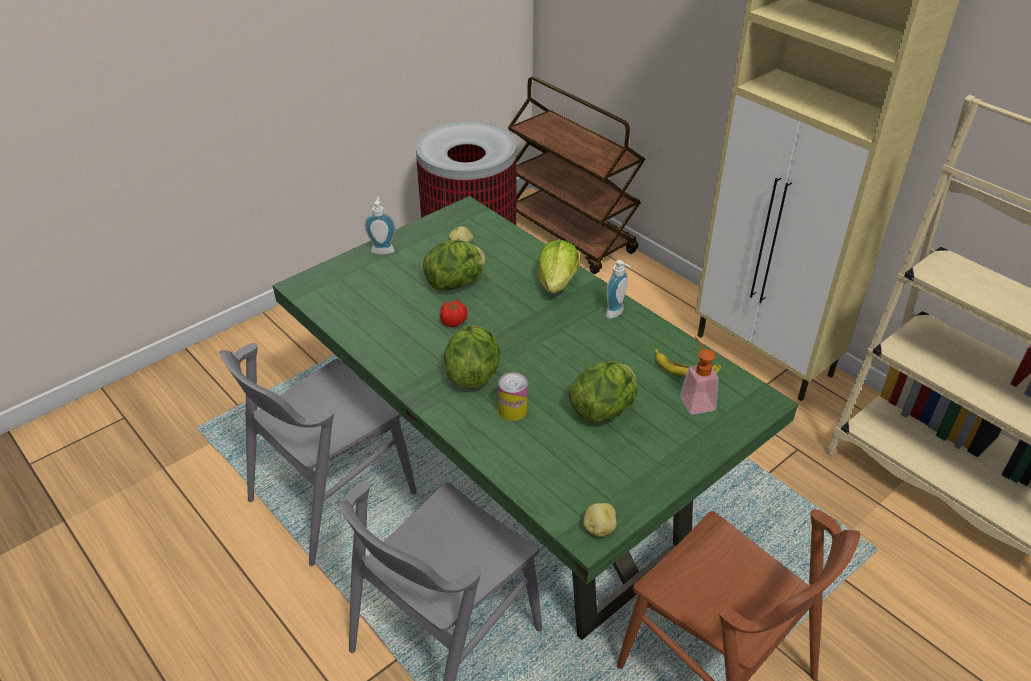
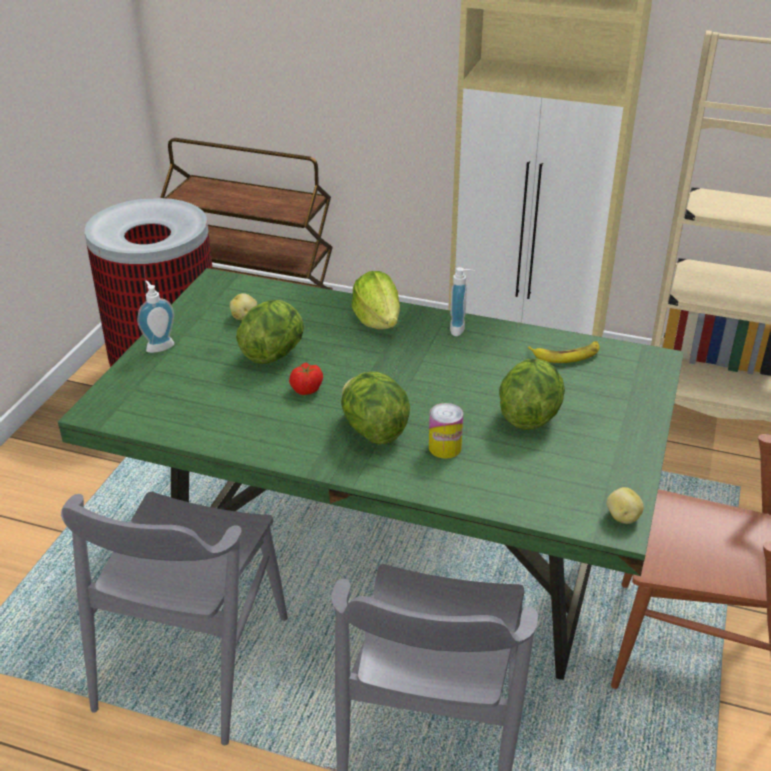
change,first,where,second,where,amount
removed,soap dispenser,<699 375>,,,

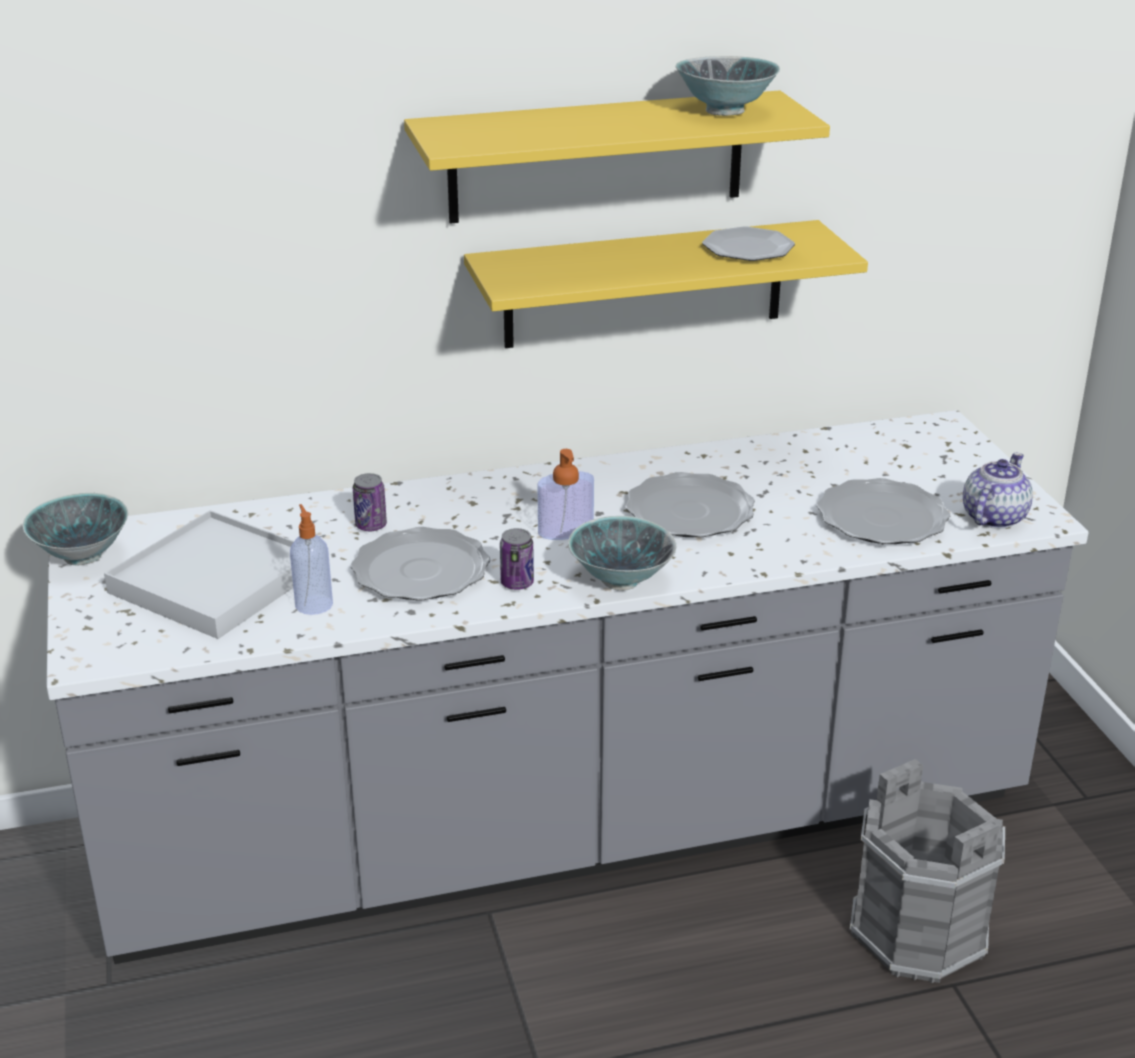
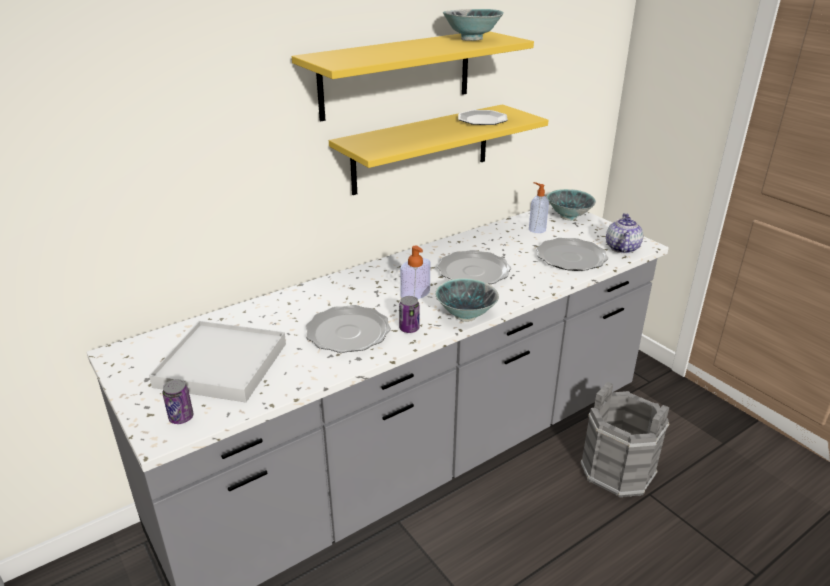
change,first,where,second,where,amount
moved,can,<370 502>,,<178 401>,
moved,soap dispenser,<311 559>,,<539 207>,
moved,bowl,<75 529>,,<571 204>,

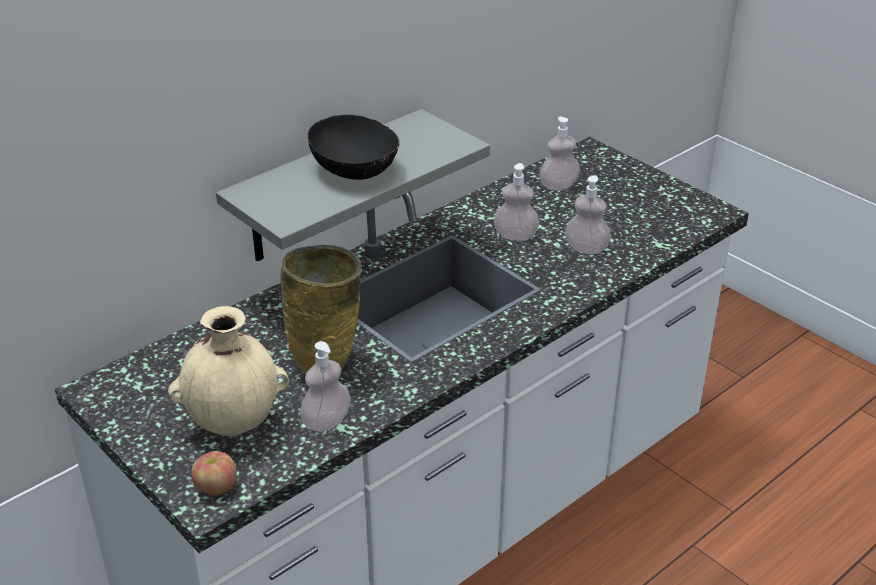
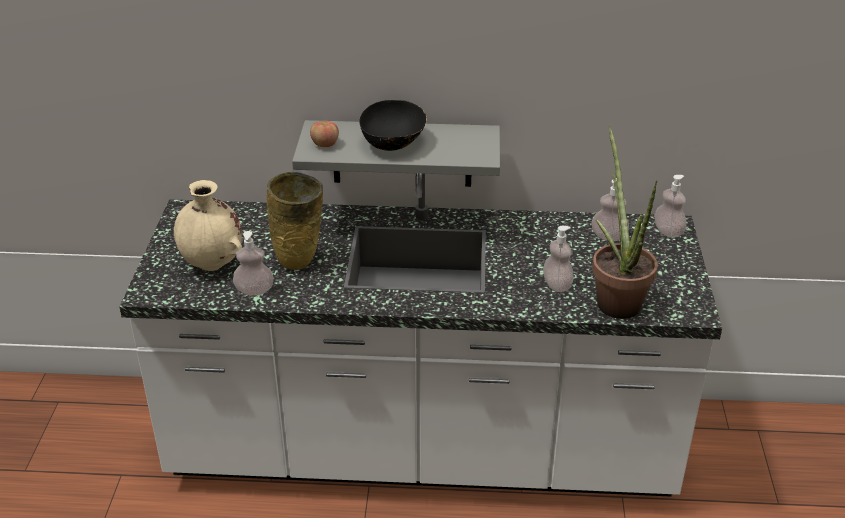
change,first,where,second,where,amount
moved,apple,<214 473>,,<324 134>,
added,,,potted plant,<625 222>,
moved,soap dispenser,<516 202>,,<670 206>,

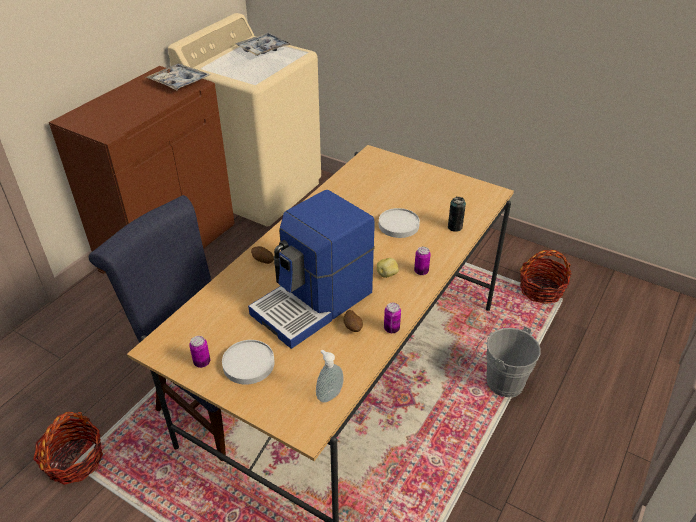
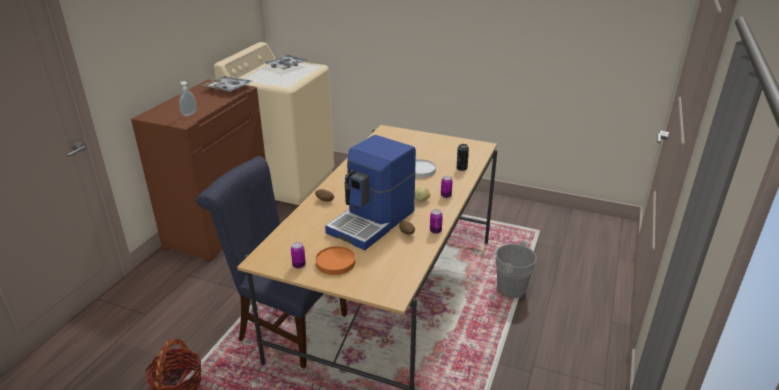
change,first,where,second,where,amount
moved,soap dispenser,<330 376>,,<188 98>,
recoloured,plate (white),<248 362>,plate (orange),<335 260>,
removed,basket,<545 277>,,,

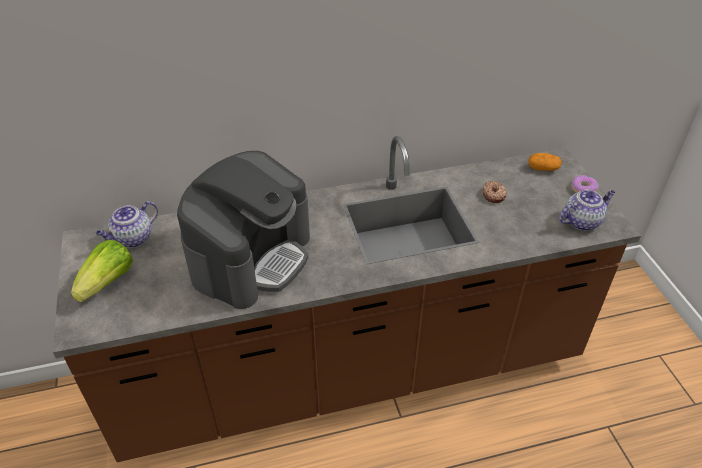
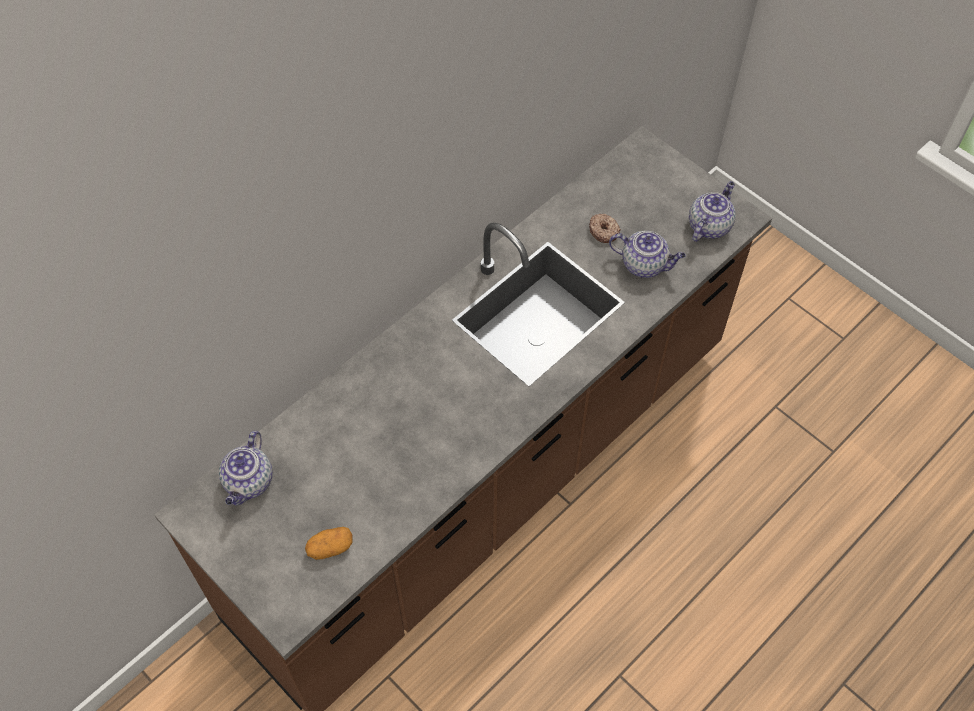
change,first,where,second,where,amount
moved,potato,<545 162>,,<329 543>,
added,,,teapot,<647 254>,
removed,lettuce,<102 271>,,,
removed,coffee machine,<243 230>,,,
removed,donut,<585 184>,,,

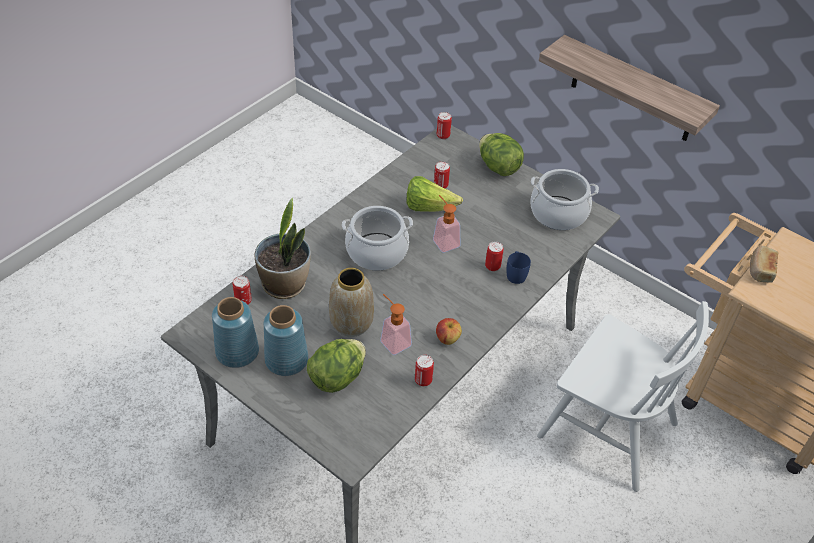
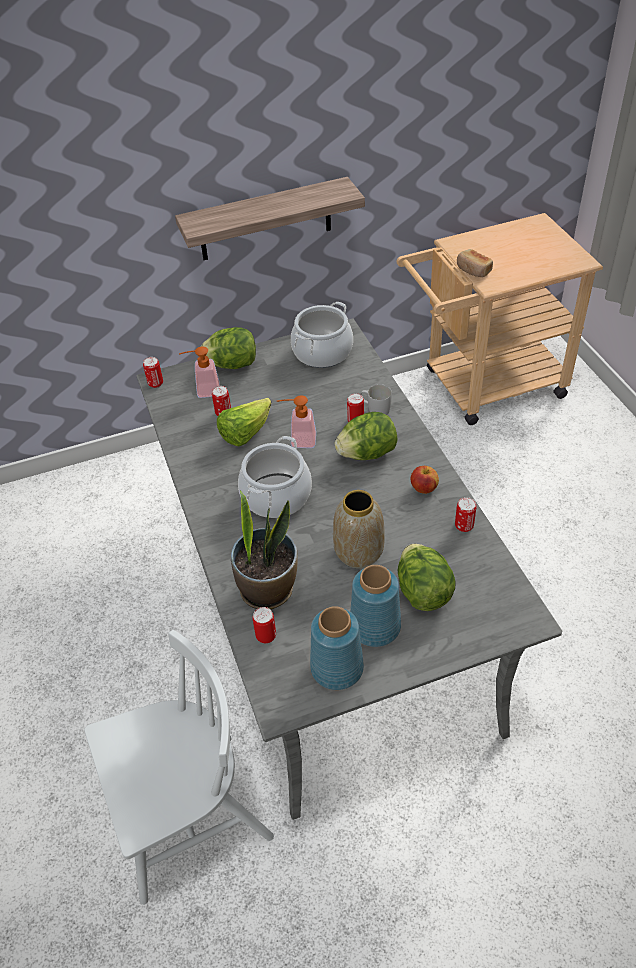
change,first,where,second,where,amount
moved,chair (white),<623 396>,,<179 767>,
moved,soap dispenser,<396 324>,,<199 372>,
added,,,lettuce,<366 436>,
recoloured,mug (blue),<519 267>,mug (white),<376 399>,

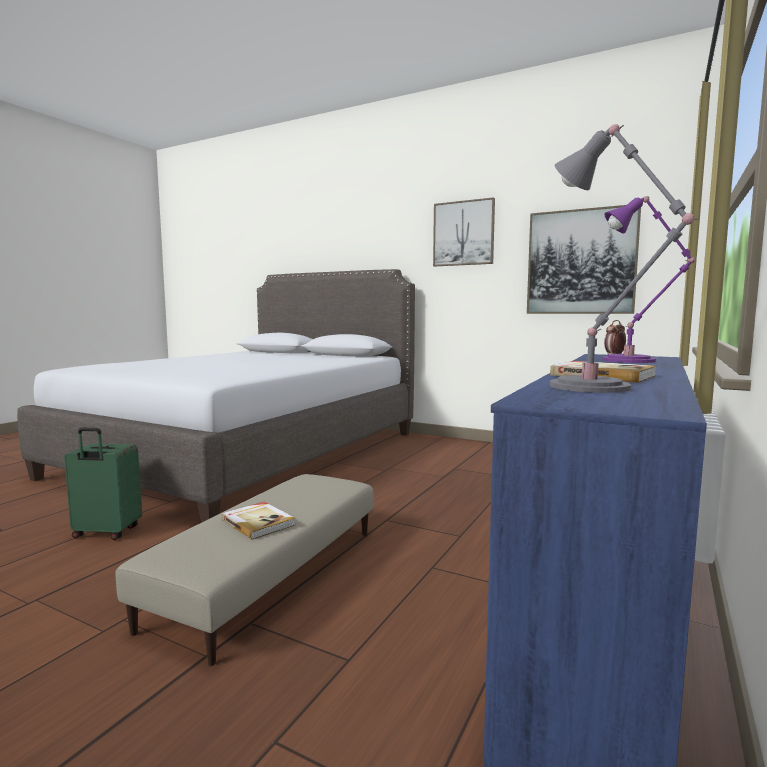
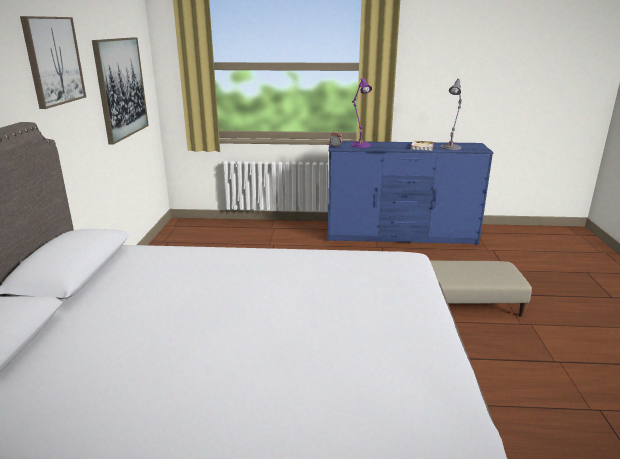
change,first,where,second,where,amount
removed,suitcase (green),<103 484>,,,
removed,book,<258 521>,,,

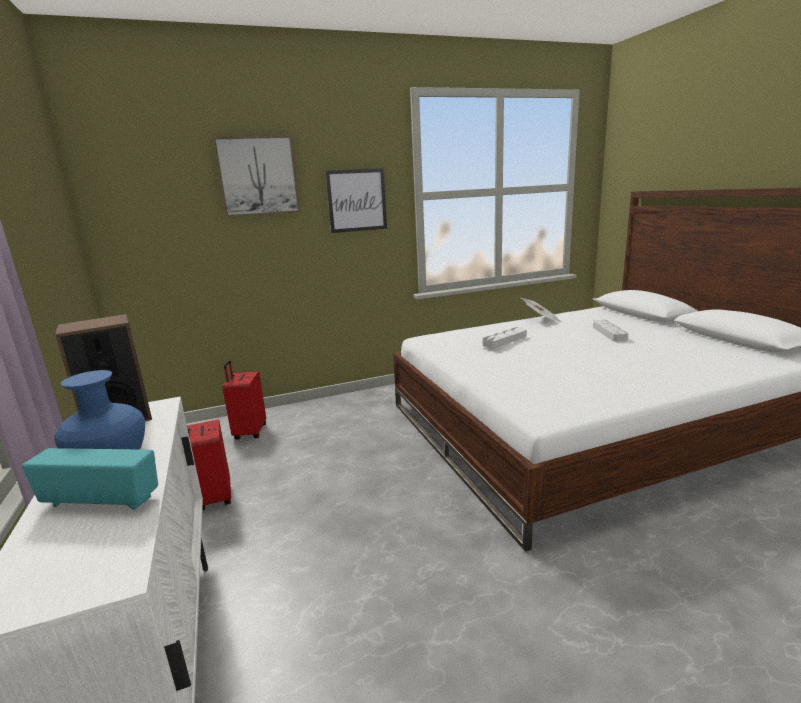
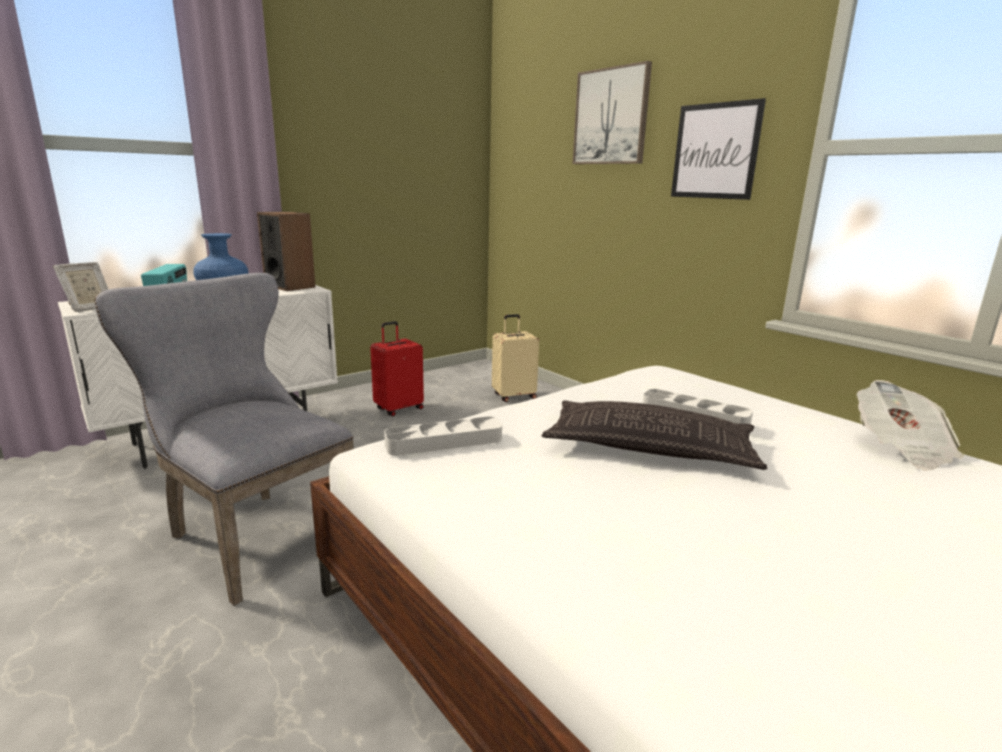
change,first,where,second,where,amount
added,,,picture frame,<80 287>,
added,,,chair (grey),<224 439>,
moved,tray (grey),<610 331>,,<443 436>,
recoloured,suitcase (red),<244 399>,suitcase (beige),<515 358>,
added,,,pillow,<654 435>,

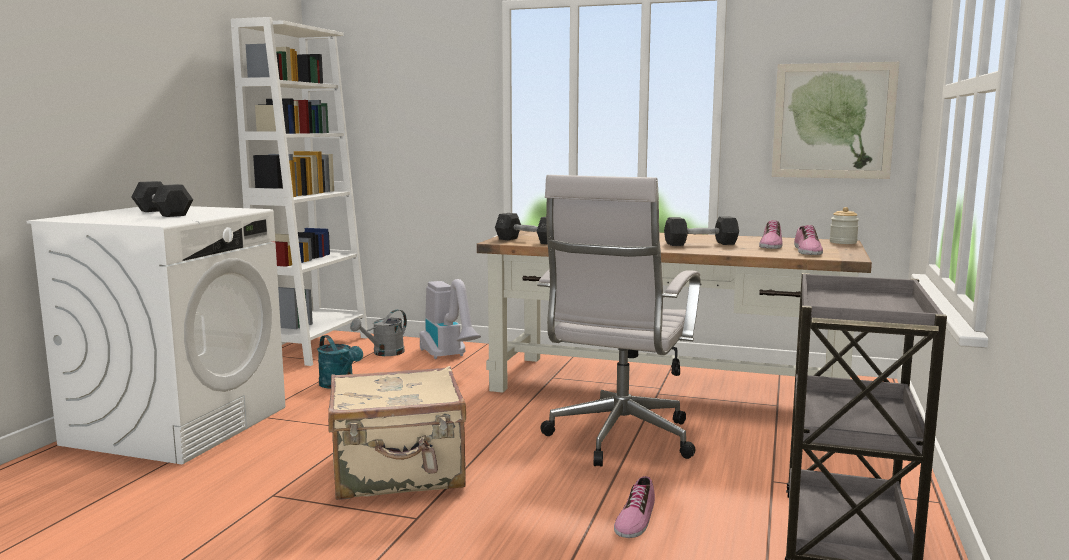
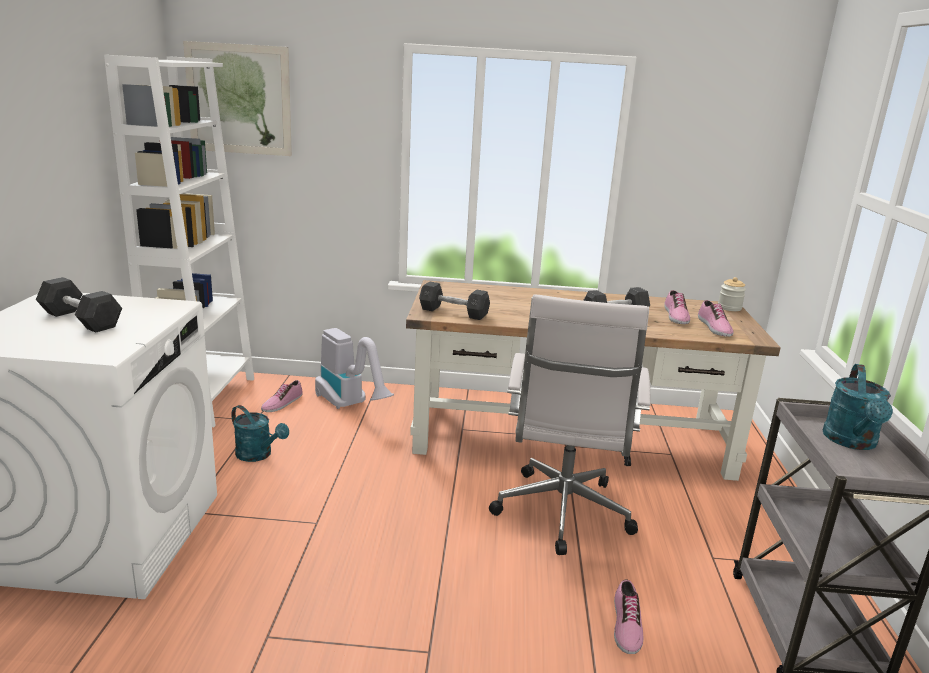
change,first,where,second,where,amount
moved,picture,<835 120>,,<237 98>,
replaced,watering can (grey),<378 333>,shoe,<281 396>,
added,,,watering can (turquoise),<858 407>,
removed,suitcase (beige),<397 433>,,,

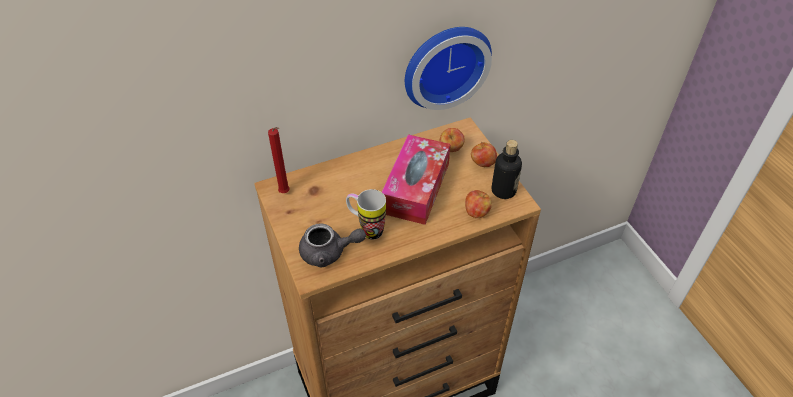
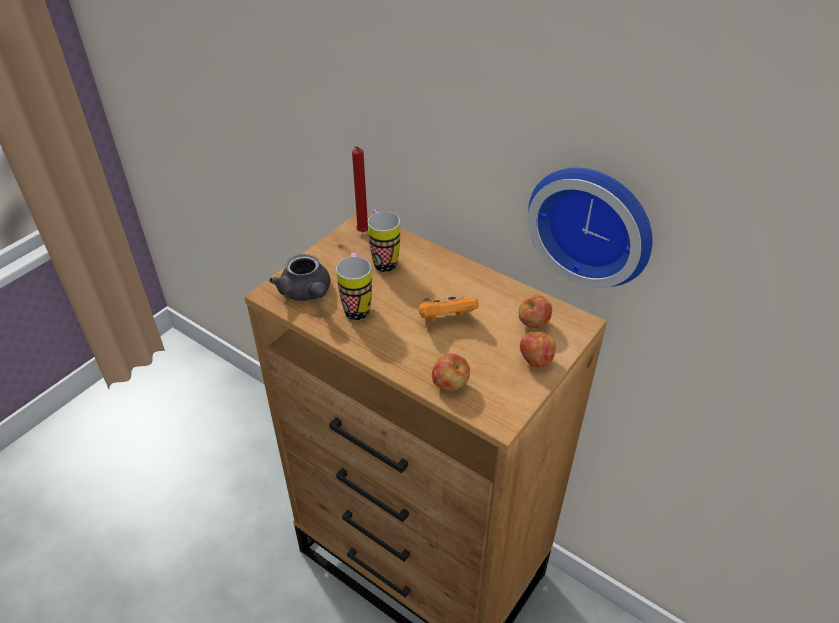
change,first,where,second,where,amount
added,,,mug,<384 240>,
replaced,tissue box,<416 179>,game controller (orange),<449 309>,
removed,bottle,<507 169>,,,

